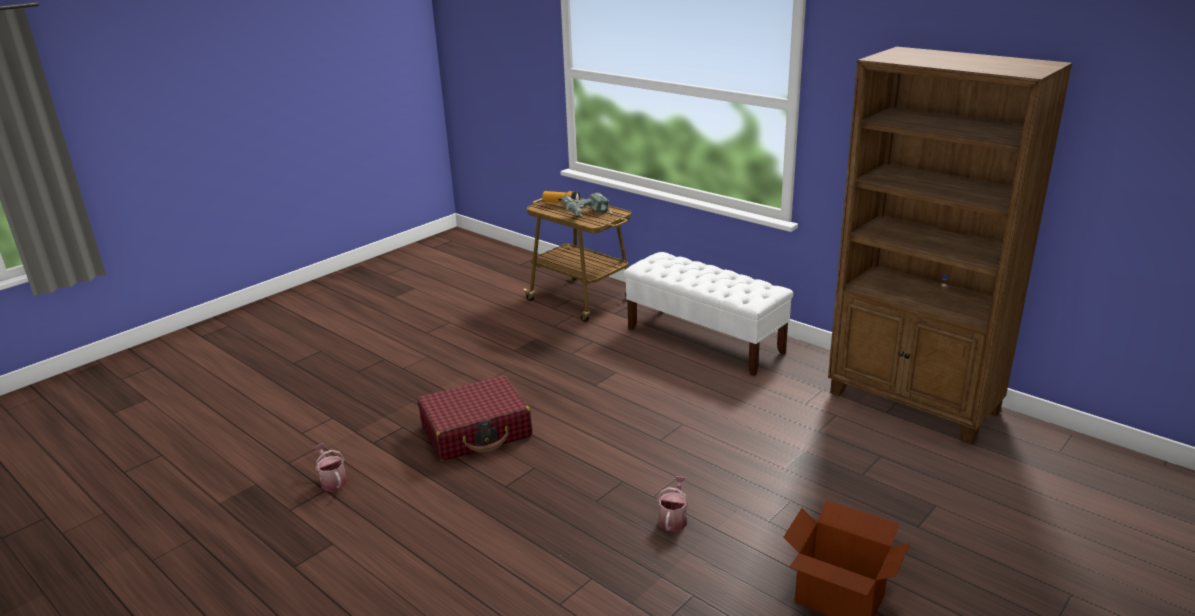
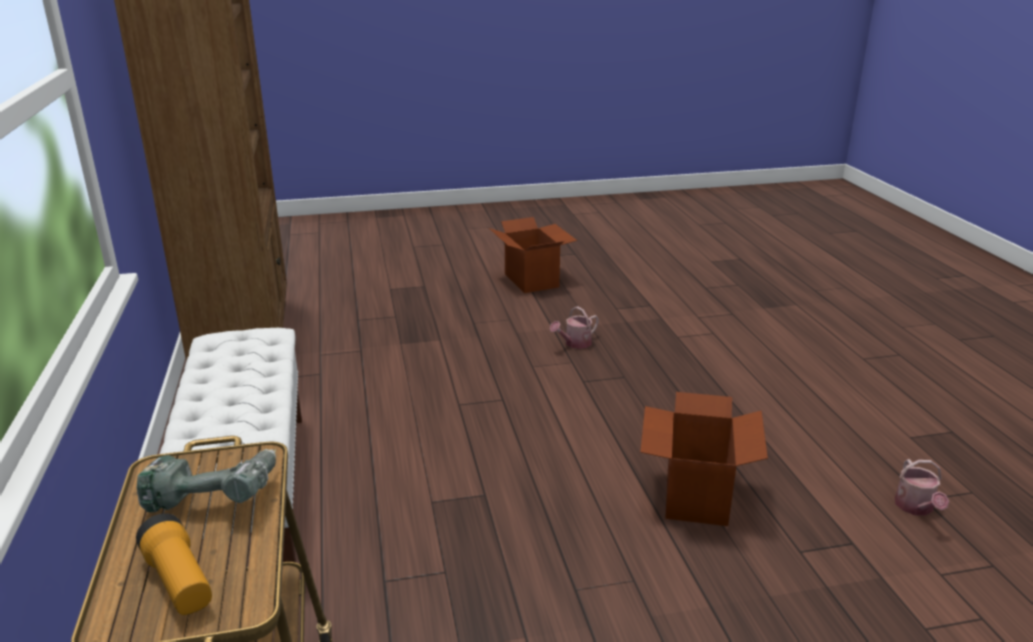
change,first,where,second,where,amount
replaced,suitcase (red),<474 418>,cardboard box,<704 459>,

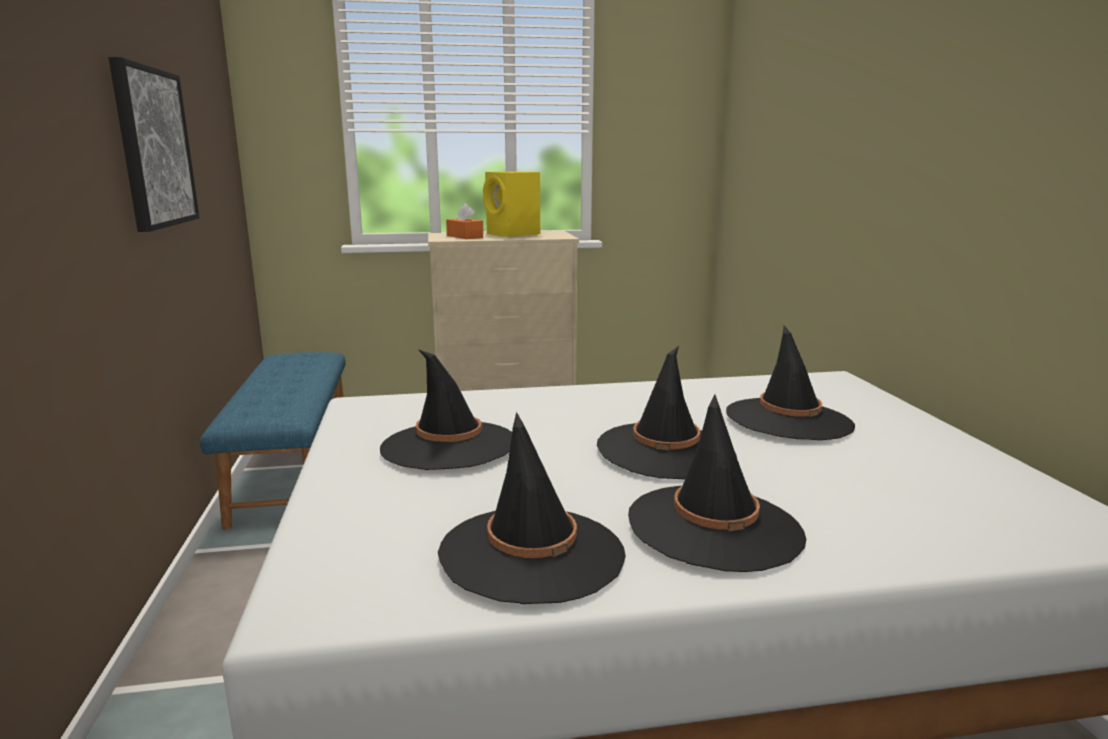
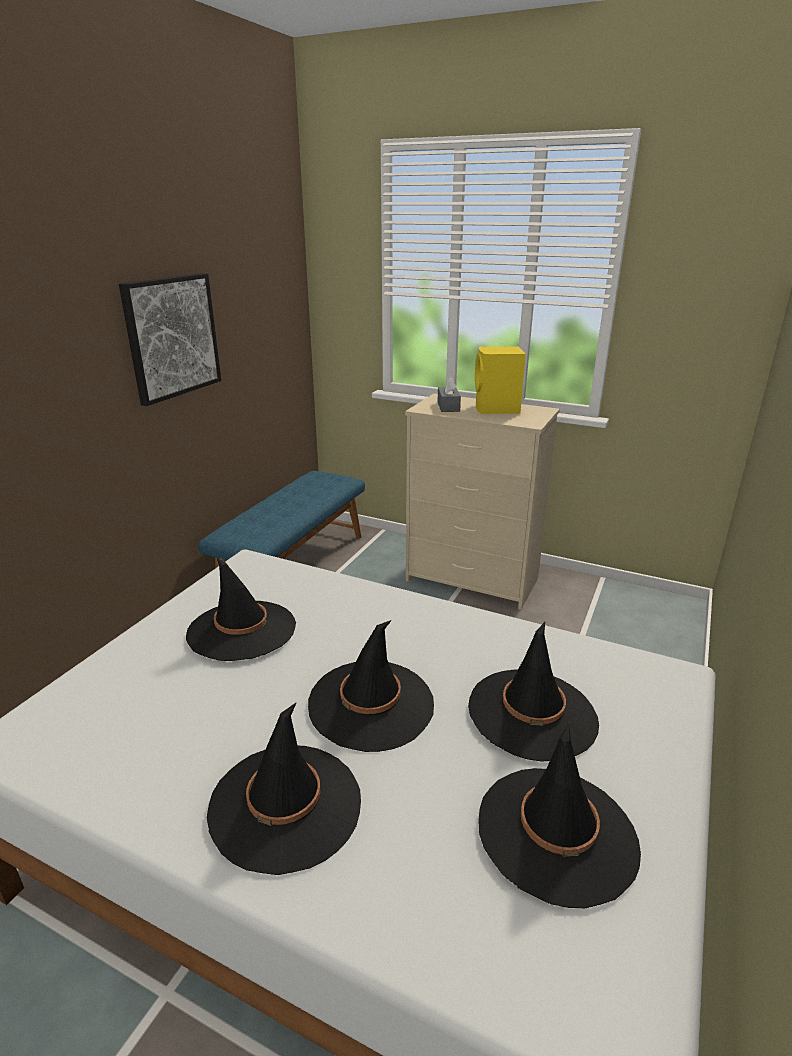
change,first,where,second,where,amount
recoloured,tissue box (orange),<464 221>,tissue box (grey),<449 394>,
moved,hat (black),<532 508>,,<559 815>,

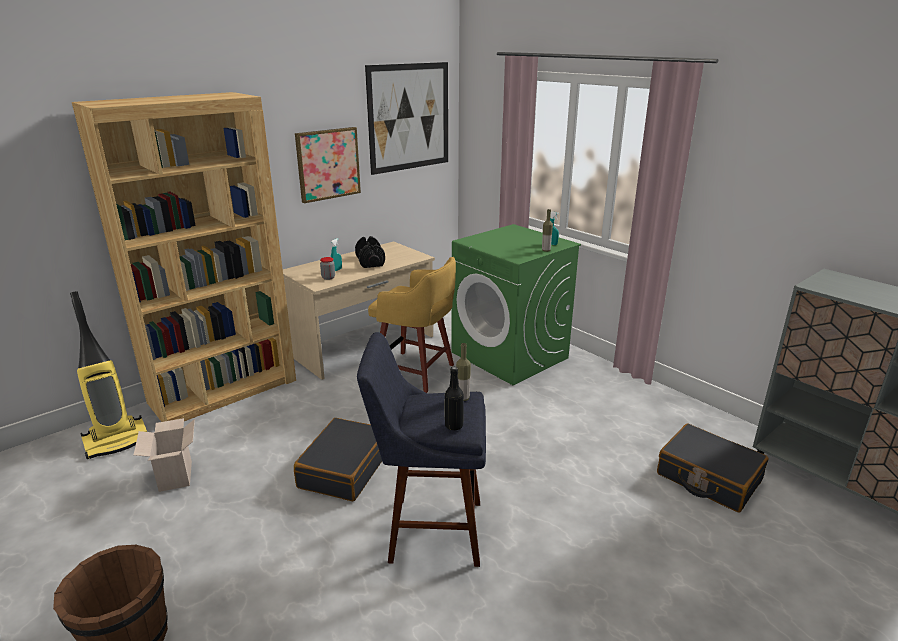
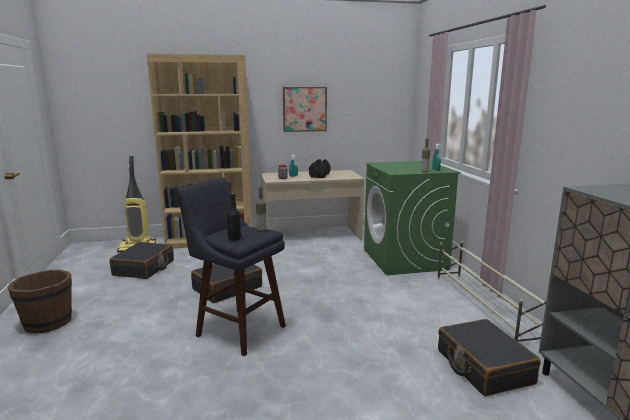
change,first,where,second,where,amount
replaced,cardboard box,<164 455>,suitcase (black),<141 260>,
added,,,shoe rack (beige),<491 291>,
removed,picture,<406 118>,,,
removed,stool (yellow),<412 325>,,,

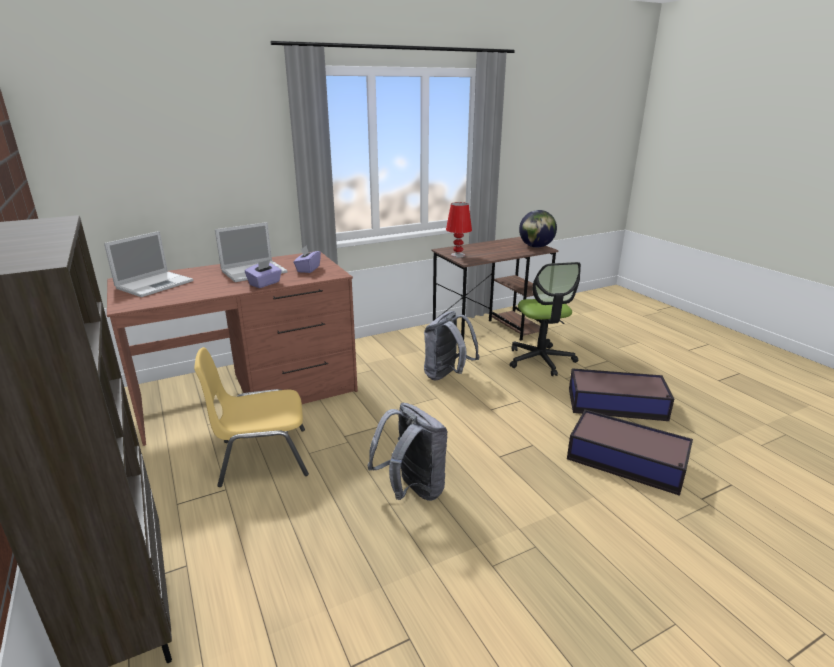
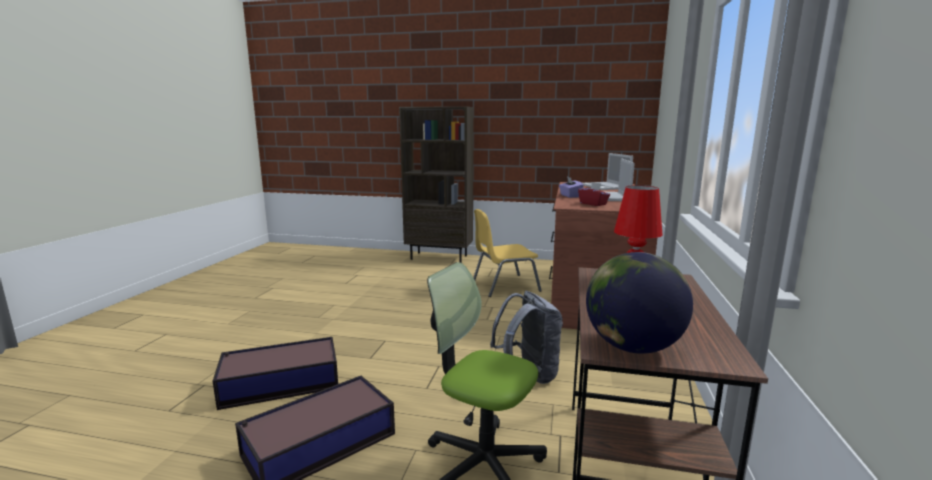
change,first,where,second,where,amount
turned,chair (yellow),<251 417>,,<507 253>,135 degrees counterclockwise
recoloured,tissue box (purple),<307 259>,tissue box (red),<594 194>,
removed,backpack (grey),<408 452>,,,

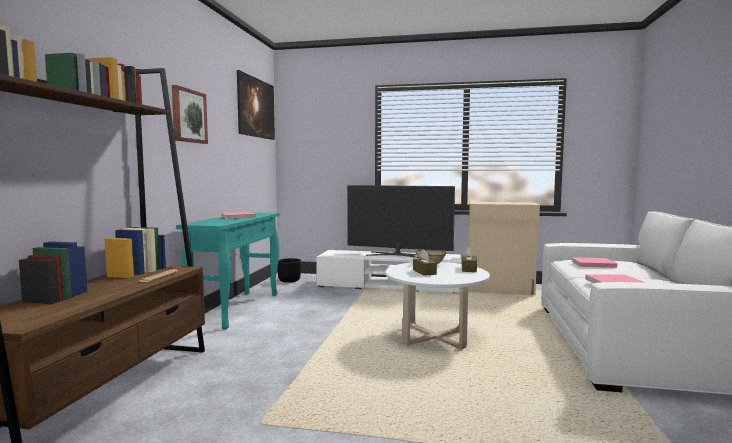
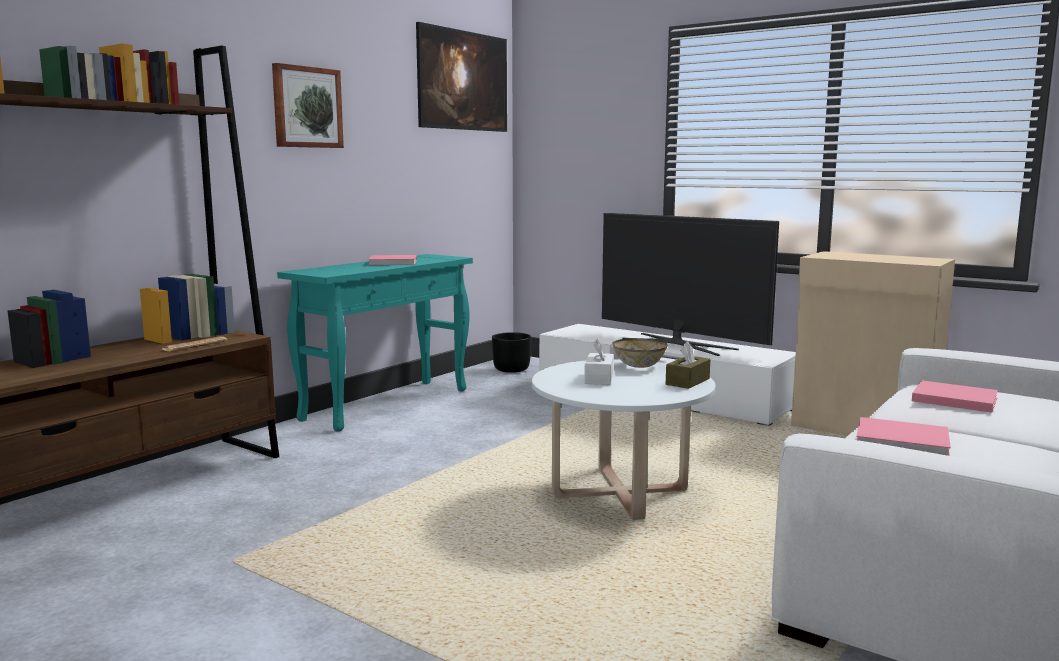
change,first,where,second,where,amount
recoloured,tissue box (brown),<425 262>,tissue box (white),<599 362>,

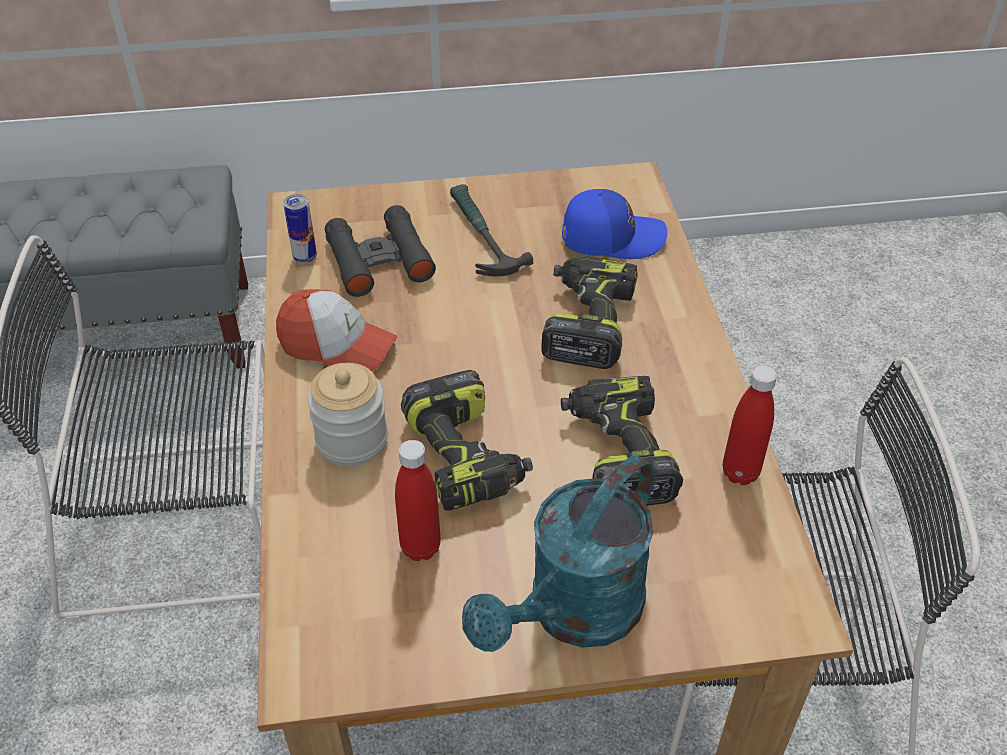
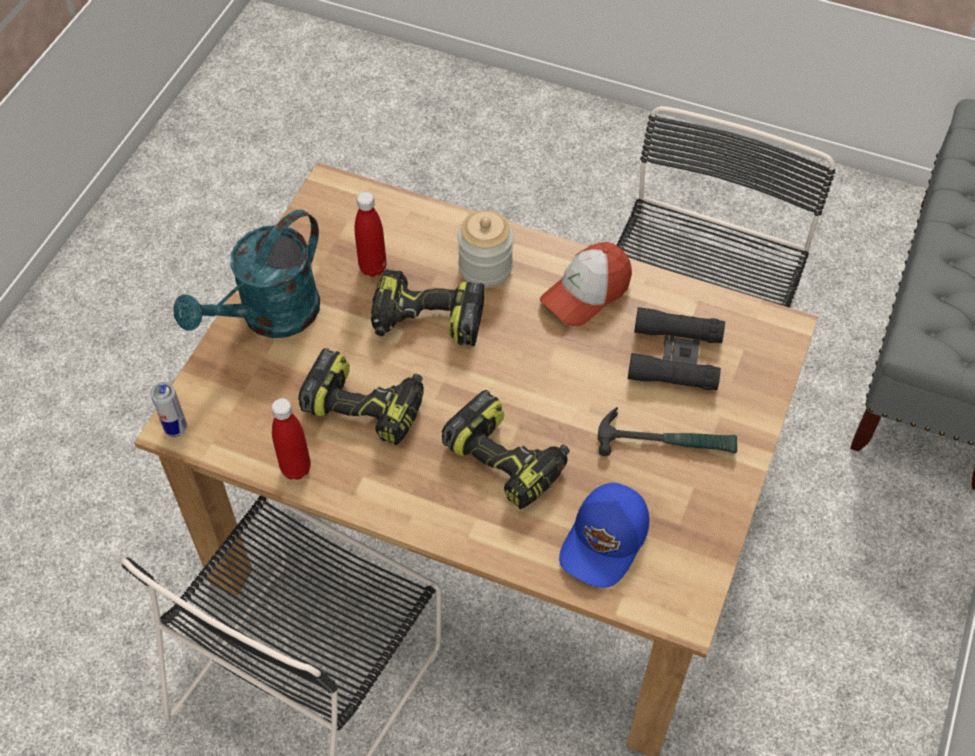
change,first,where,second,where,amount
moved,can,<300 229>,,<168 409>,
turned,watering can (turquoise),<558 553>,,<247 274>,120 degrees counterclockwise

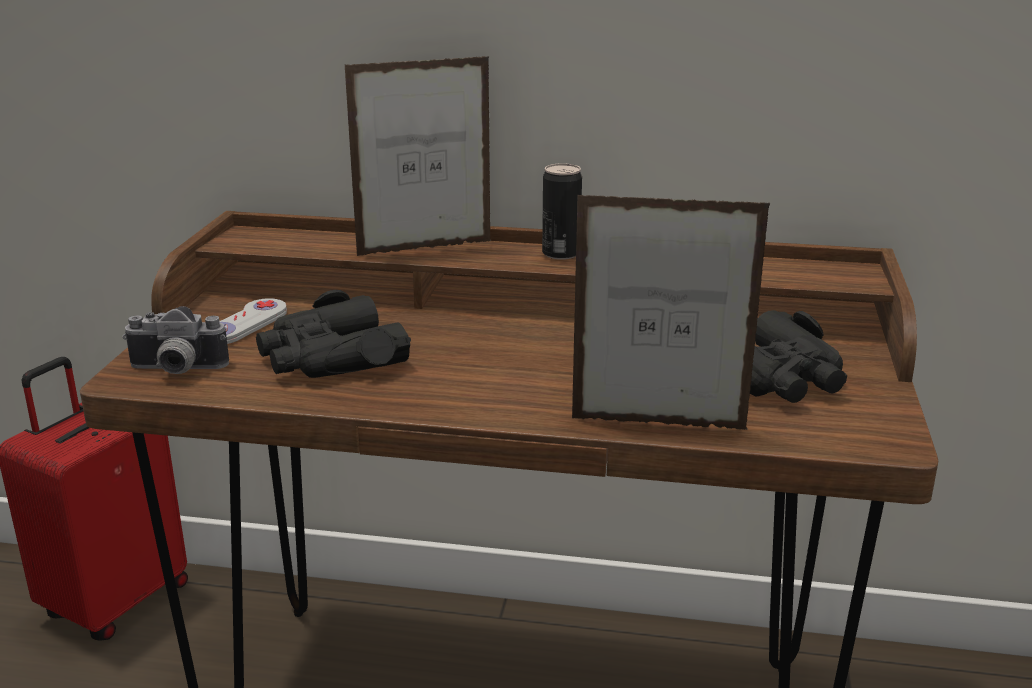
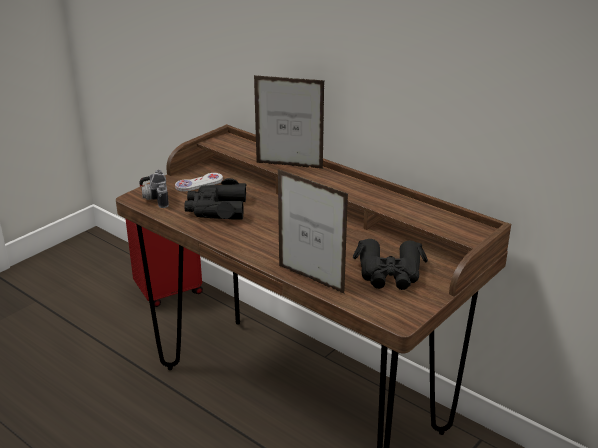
change,first,where,second,where,amount
turned,photo camera,<175 340>,,<155 189>,45 degrees clockwise
removed,can,<562 211>,,,

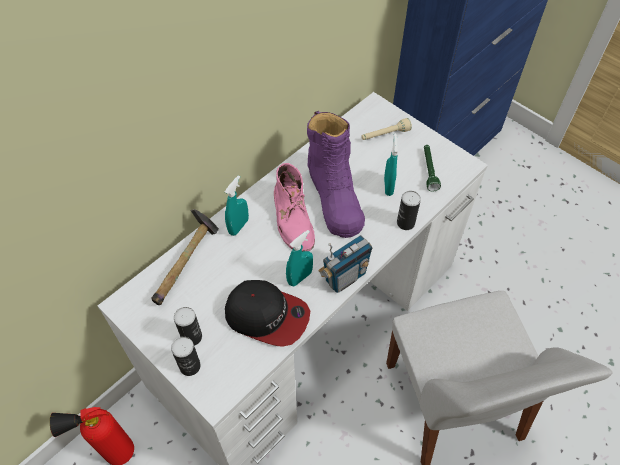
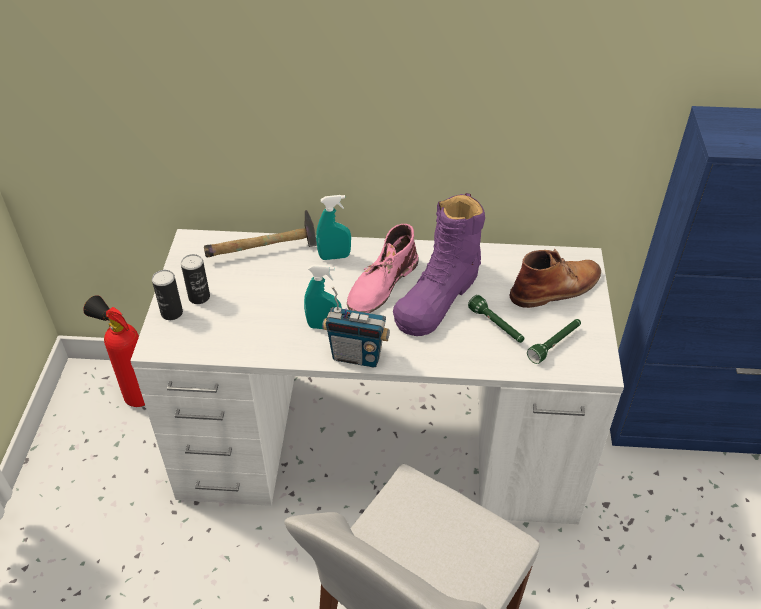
change,first,where,second,where,amount
replaced,spray bottle (turquoise),<391 164>,flashlight (green),<496 319>,
replaced,flashlight (beige),<386 129>,boot (brown),<555 278>,
removed,cap,<267 313>,,,
removed,can,<409 210>,,,

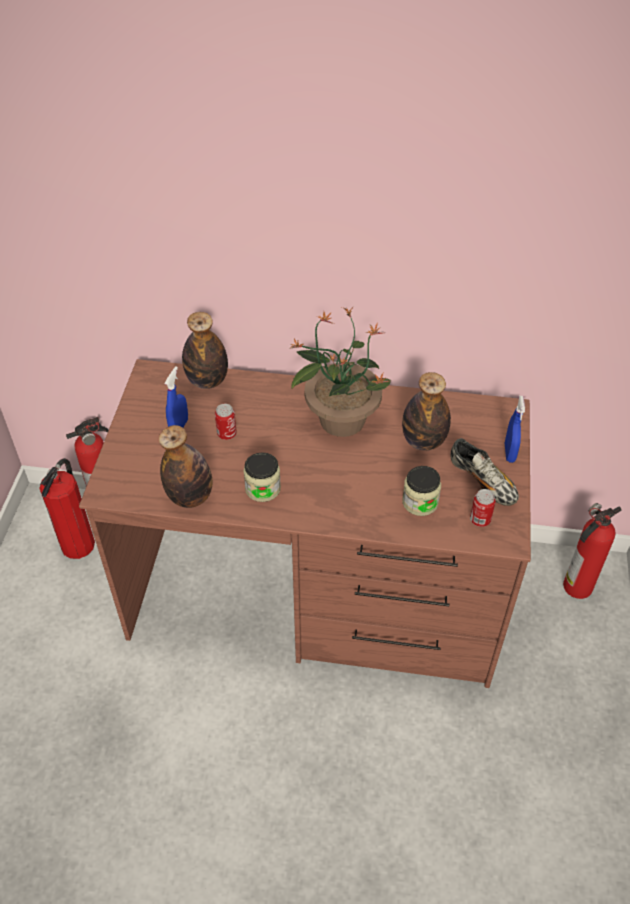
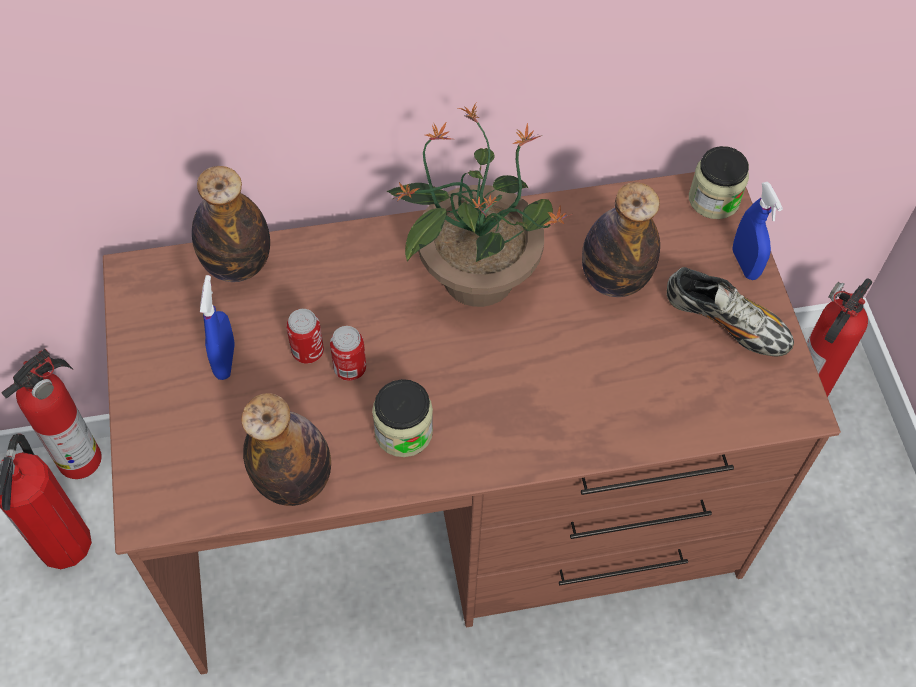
change,first,where,second,where,amount
moved,can,<483 508>,,<348 353>,
moved,jar,<421 491>,,<719 182>,

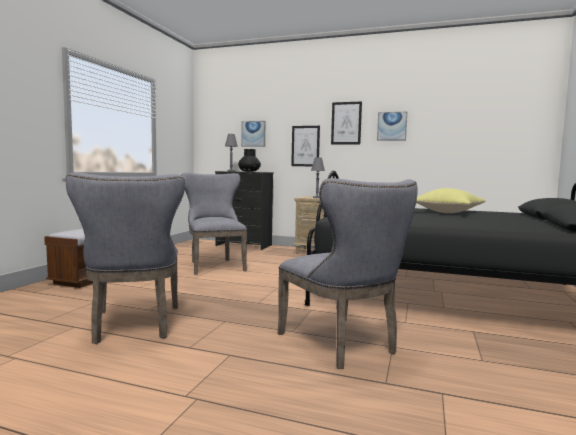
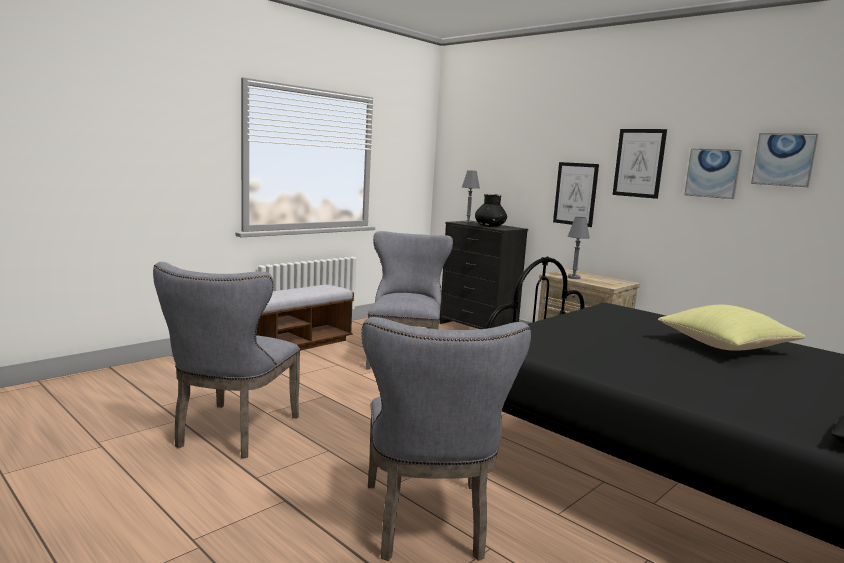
change,first,where,second,where,amount
moved,picture,<253 134>,,<784 160>,

